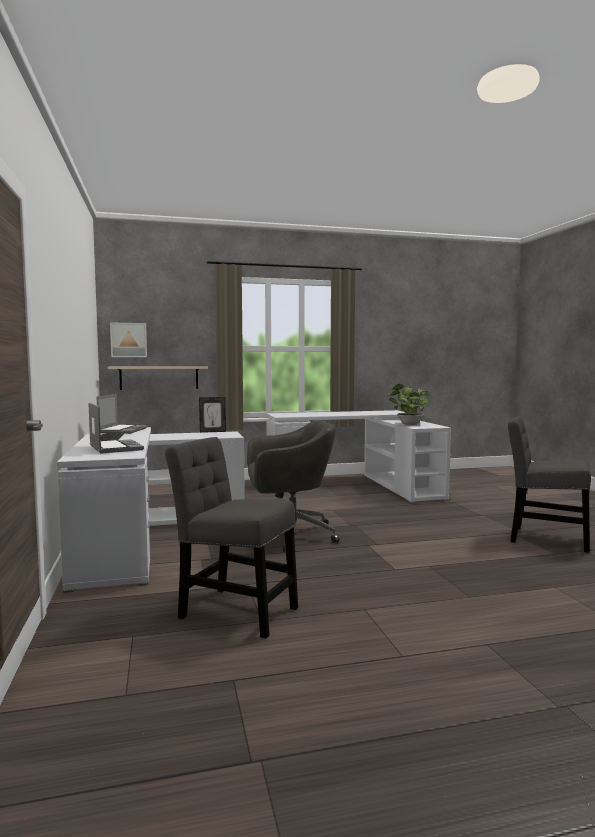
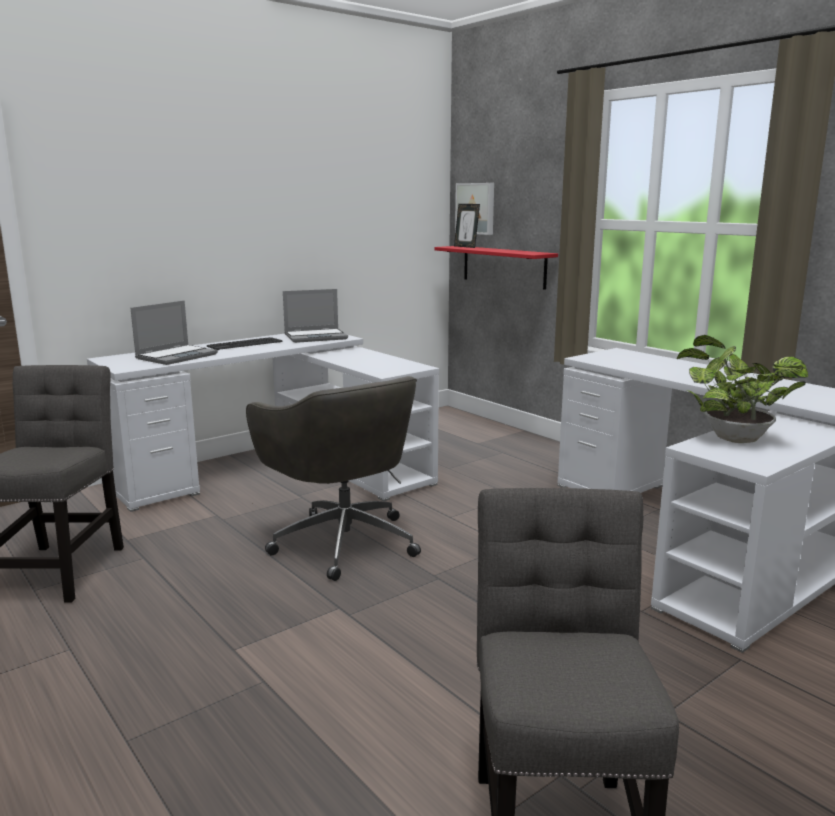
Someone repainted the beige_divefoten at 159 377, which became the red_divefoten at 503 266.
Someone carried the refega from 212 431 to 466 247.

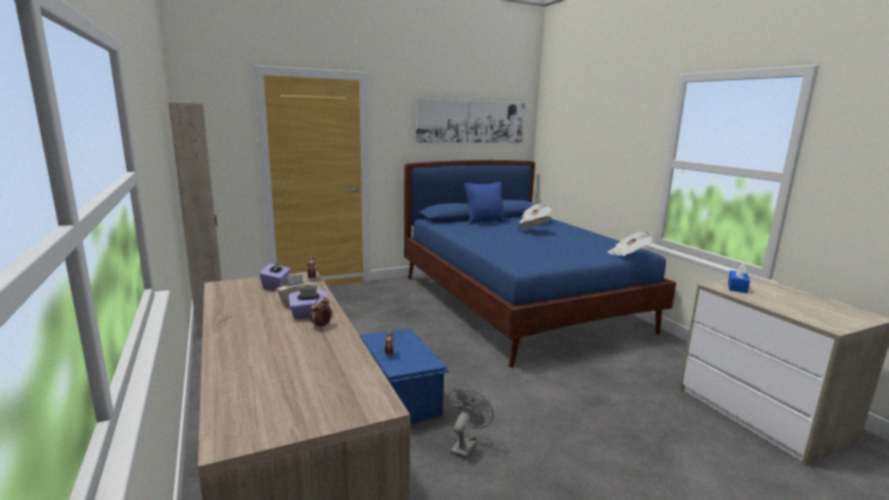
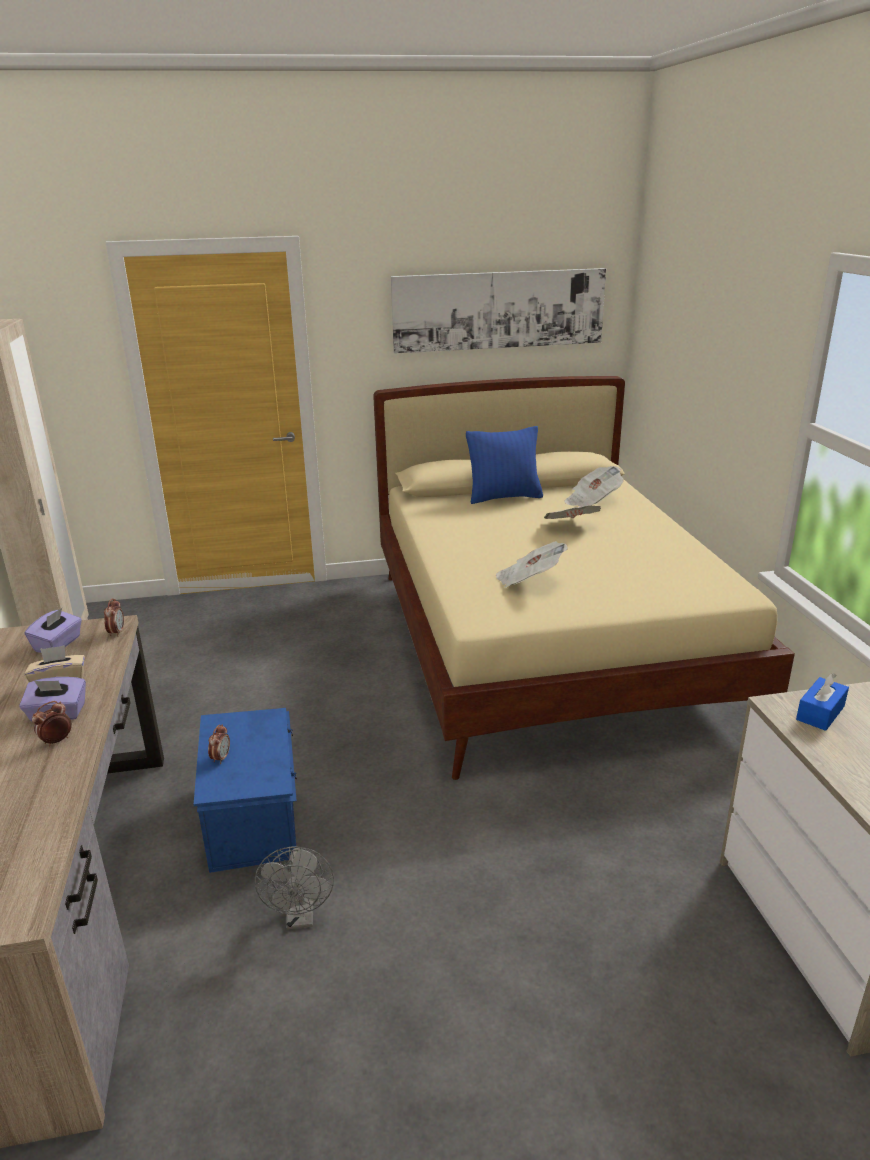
Someone rotated the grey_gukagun at 465 445 by 135 degrees clockwise.
Someone repainted the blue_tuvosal at 518 302, which became the beige_tuvosal at 545 644.
Someone carried the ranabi from 628 254 to 529 581.

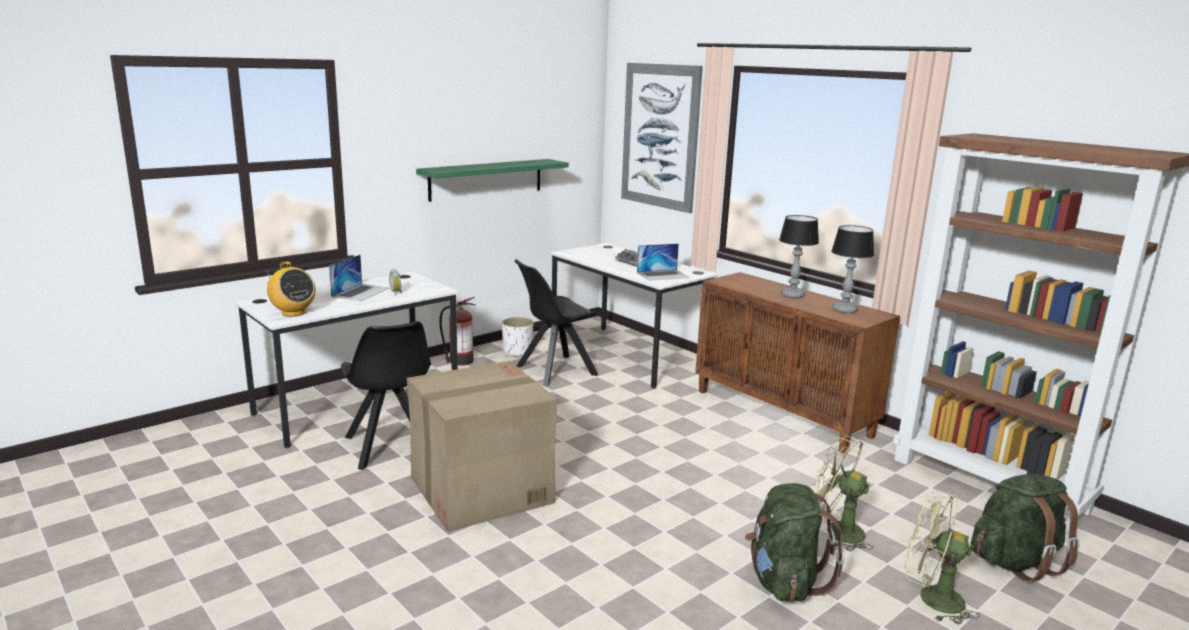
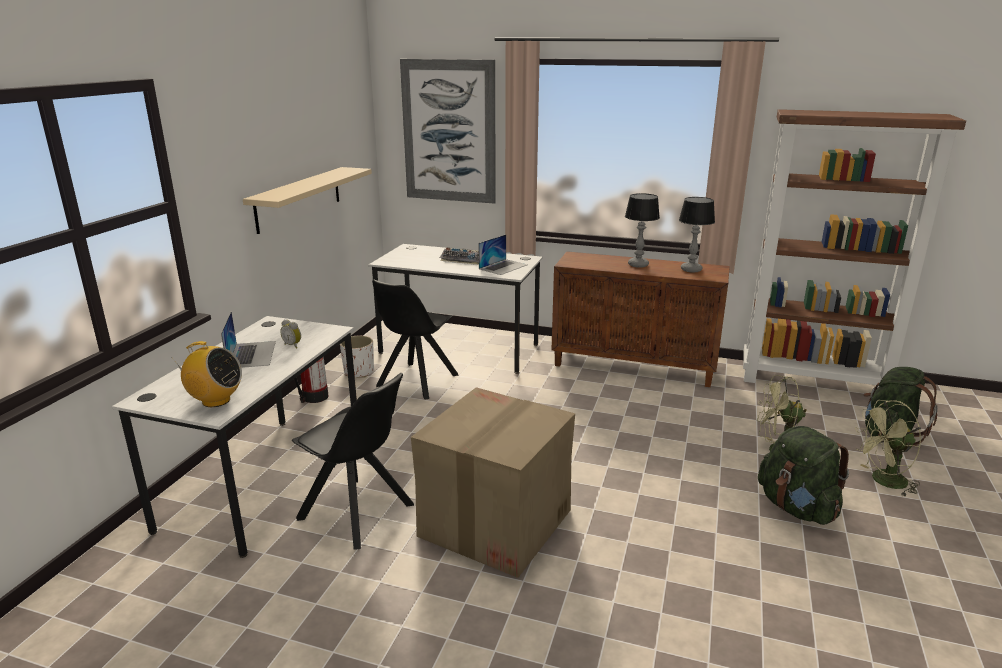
Someone repainted the green_divefoten at 486 179, which became the beige_divefoten at 299 198.

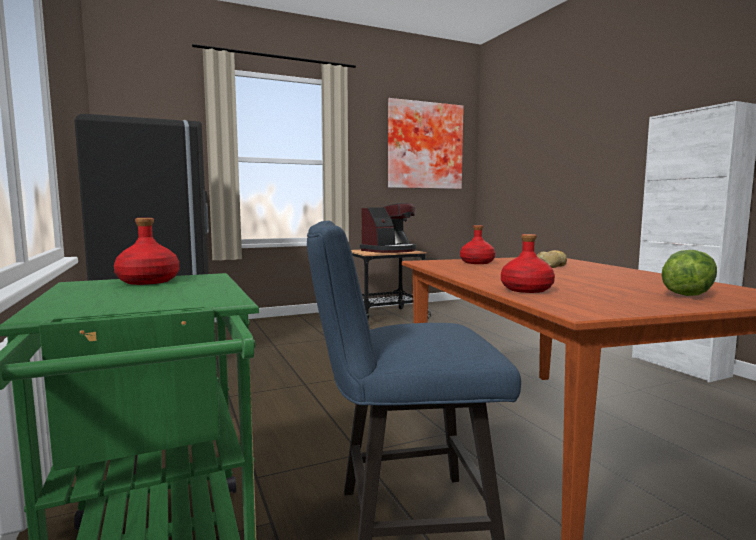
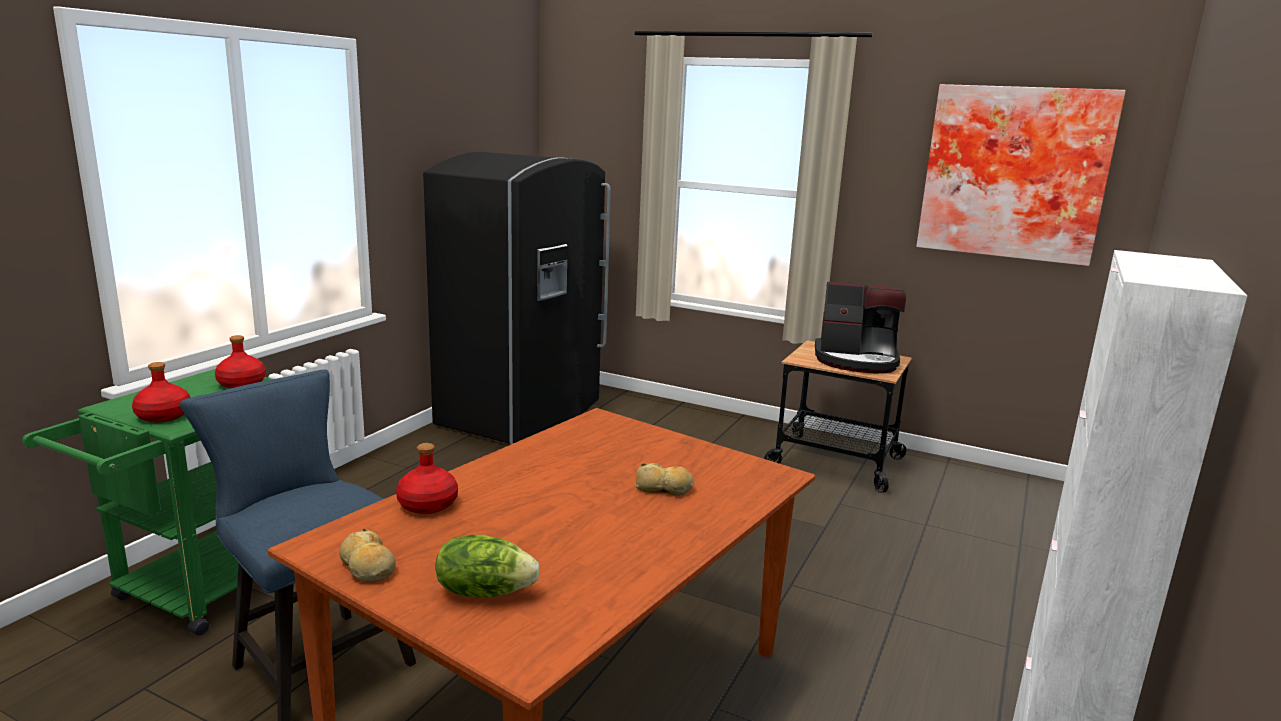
Someone carried the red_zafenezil from 477 262 to 163 416.
Someone put down the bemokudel at 367 567.

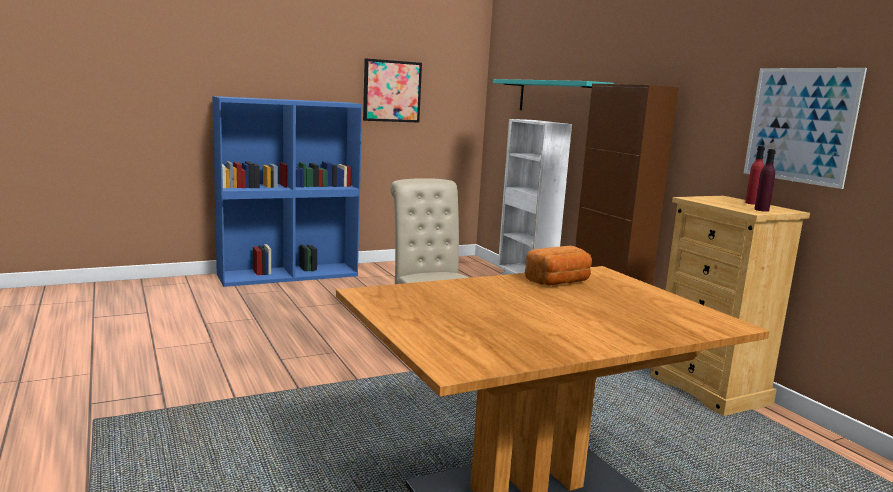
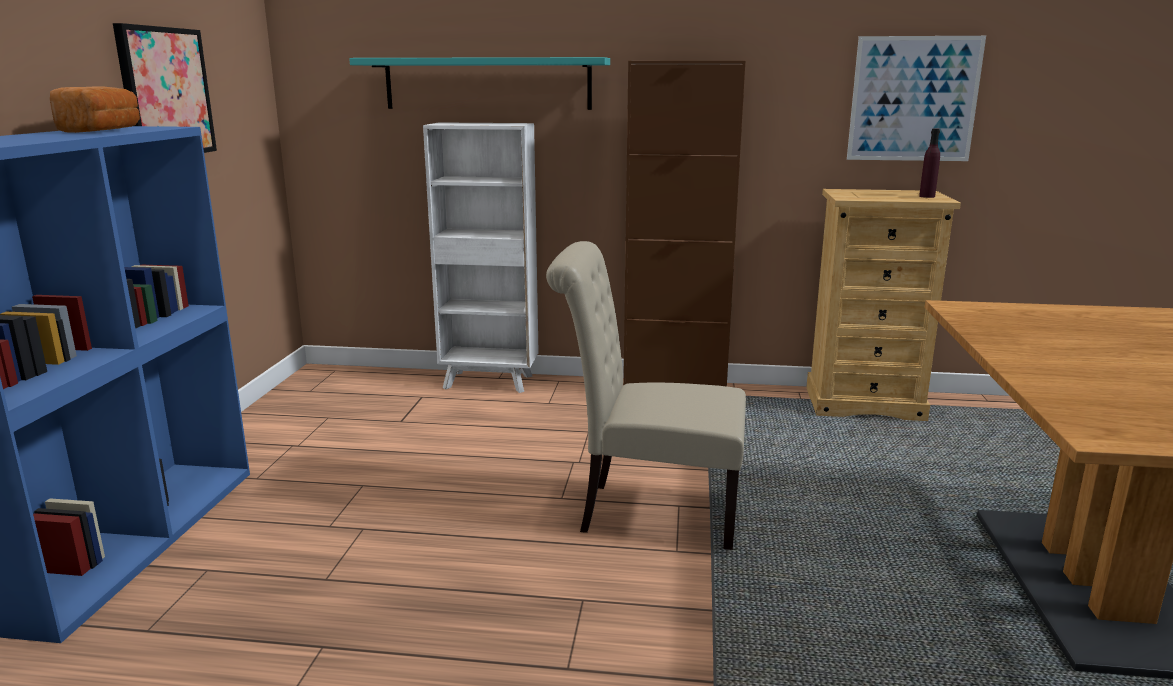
Someone carried the bemokudel from 559 282 to 103 130.
Someone took away the red_zafenezil at 752 203.

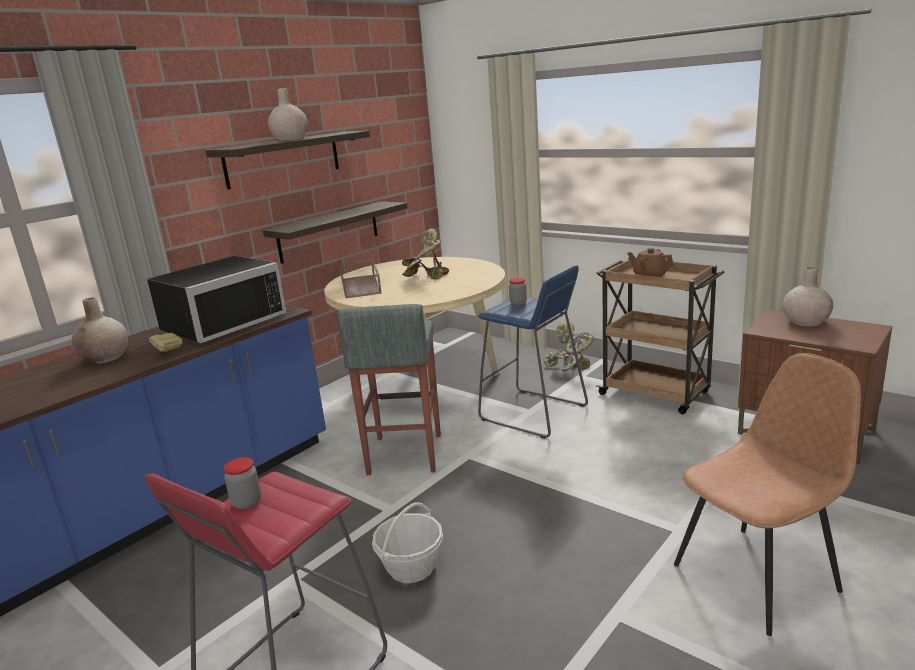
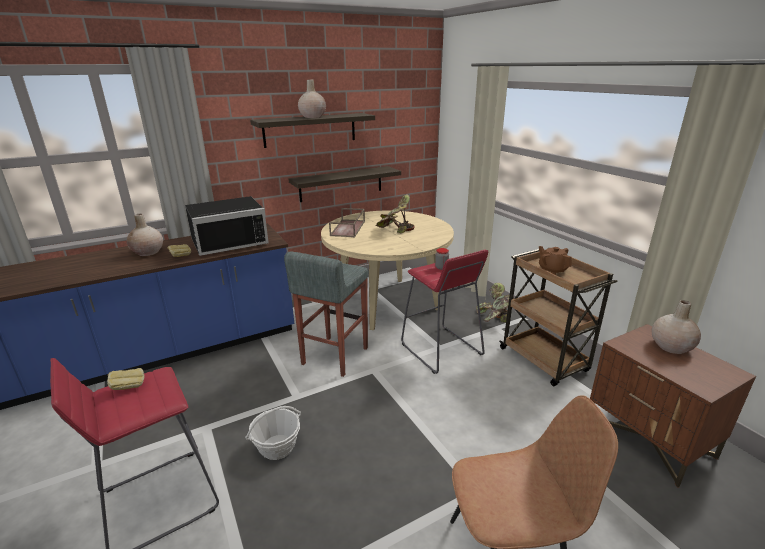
Someone swapped the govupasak at 246 502 for the bemokudel at 129 387.
Someone repainted the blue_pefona at 533 413, which became the red_pefona at 441 350.

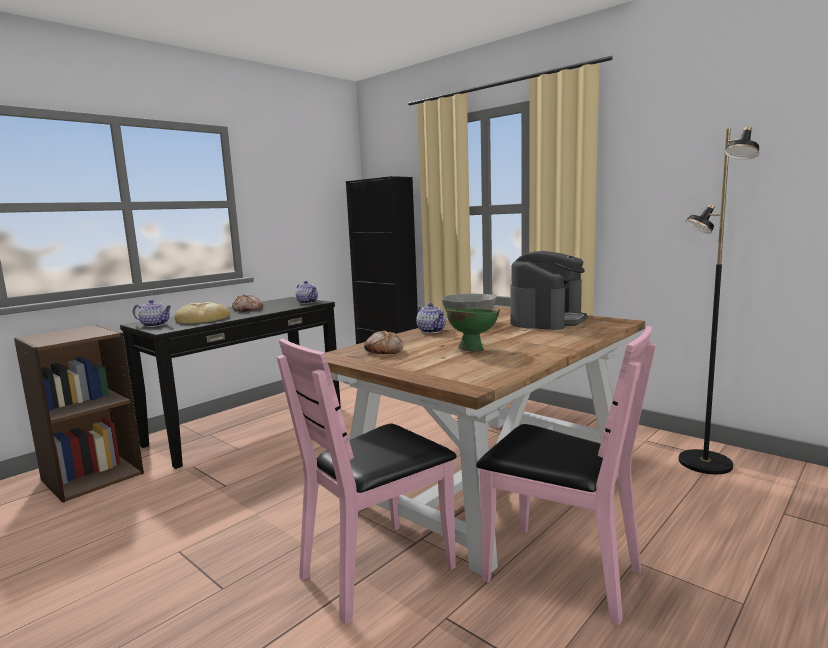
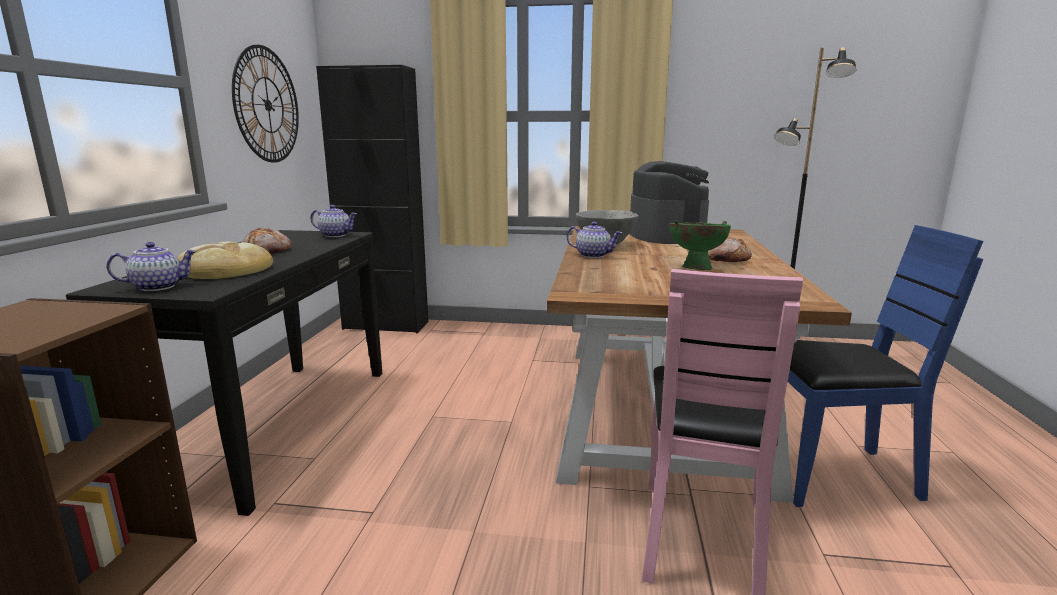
Someone put up the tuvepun at 267 105.
Someone carried the bemokudel from 384 351 to 725 260.
Someone repainted the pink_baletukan at 560 572, which became the blue_baletukan at 832 475.

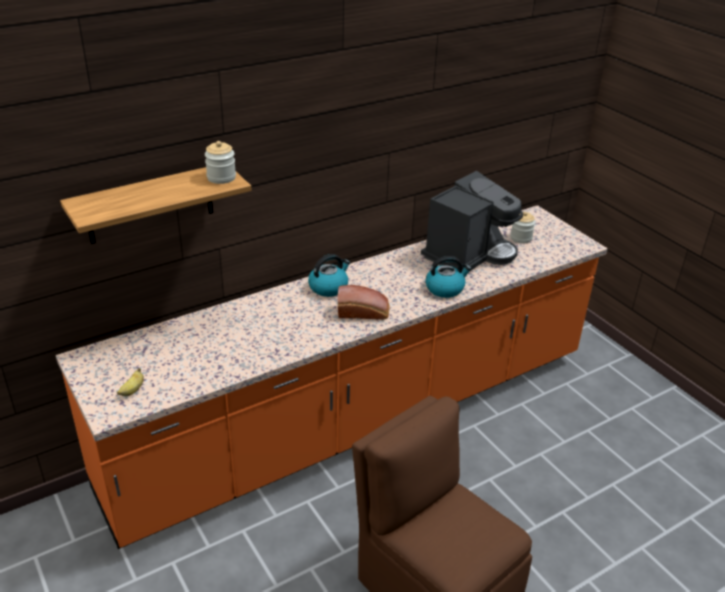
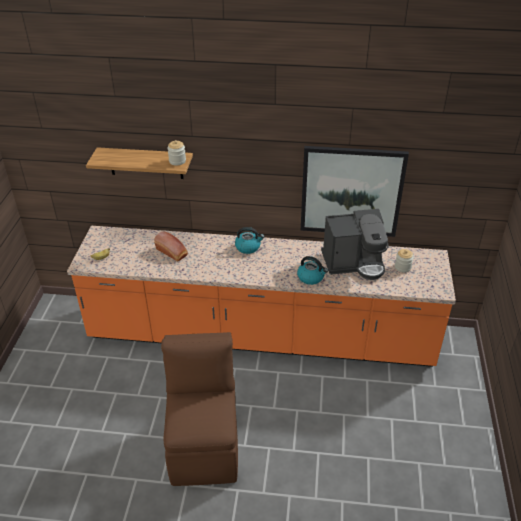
Someone carried the bemokudel from 364 312 to 172 252.
Someone put up the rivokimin at 351 191.

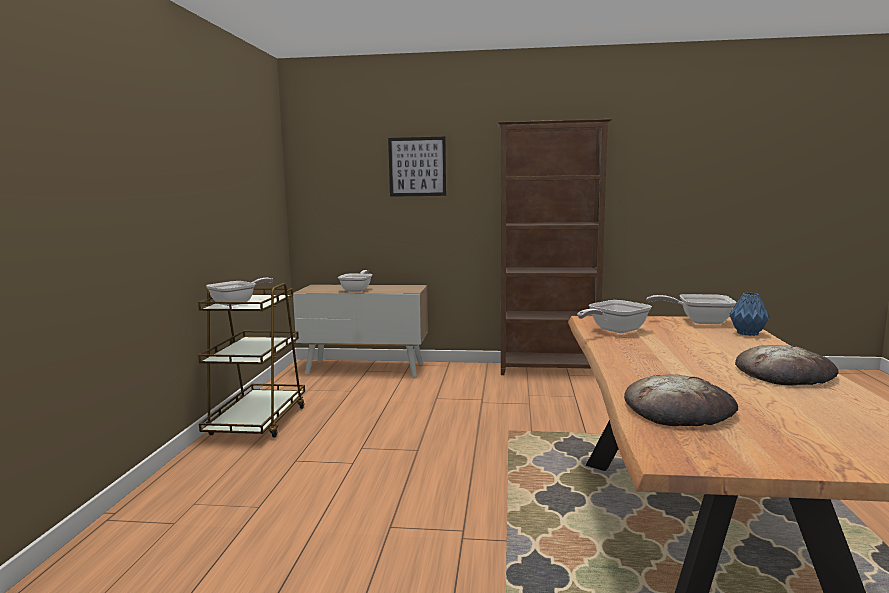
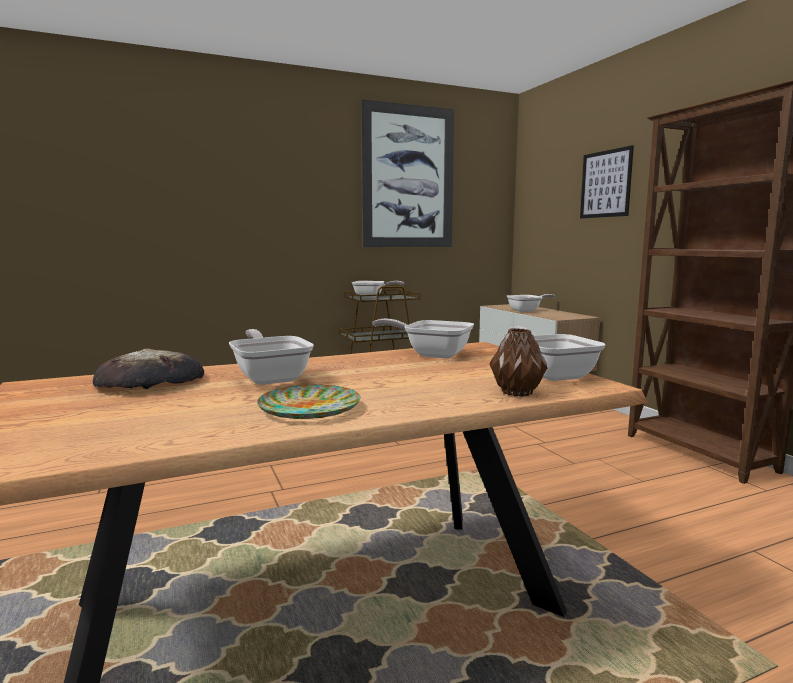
Someone put down the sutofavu at 270 377.
Someone swapped the bemokudel at 784 373 for the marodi at 310 409.
Someone put up the rivokimin at 408 177.
Someone repainted the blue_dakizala at 747 333, which became the brown_dakizala at 517 392.

